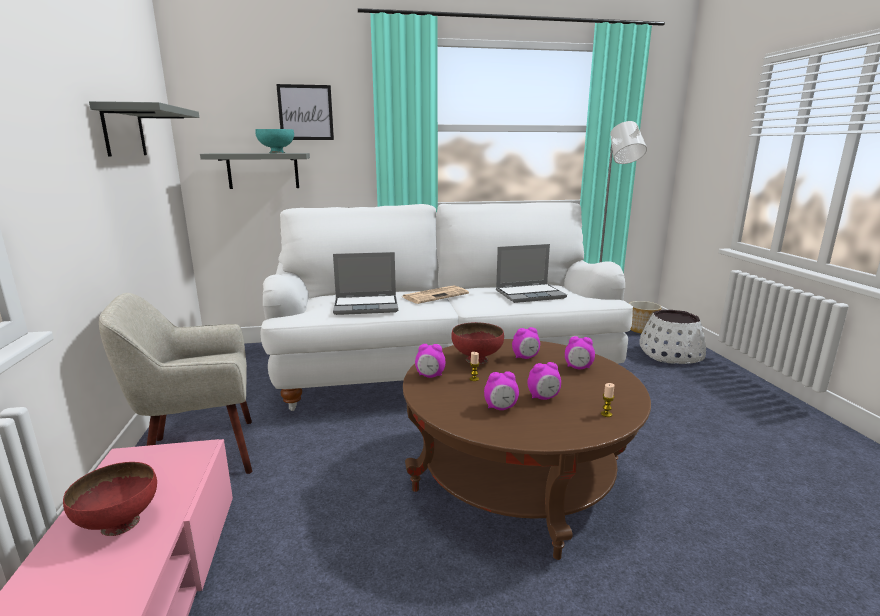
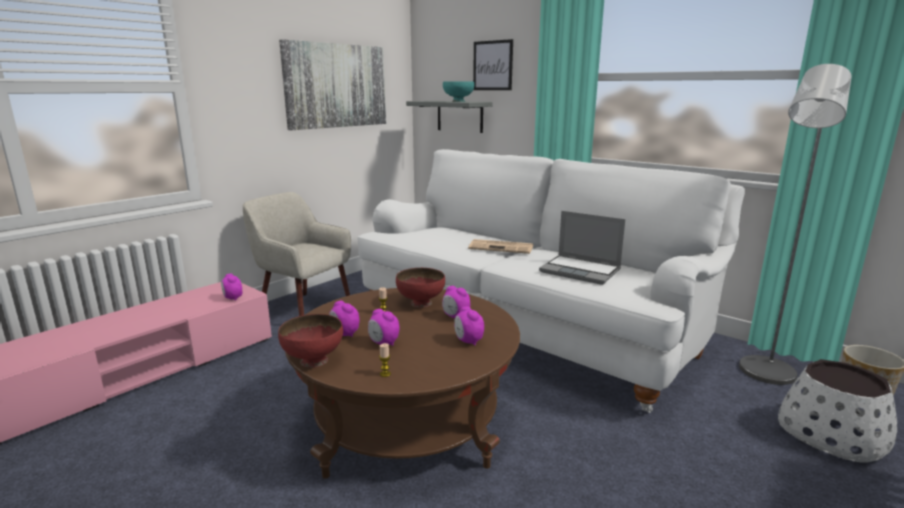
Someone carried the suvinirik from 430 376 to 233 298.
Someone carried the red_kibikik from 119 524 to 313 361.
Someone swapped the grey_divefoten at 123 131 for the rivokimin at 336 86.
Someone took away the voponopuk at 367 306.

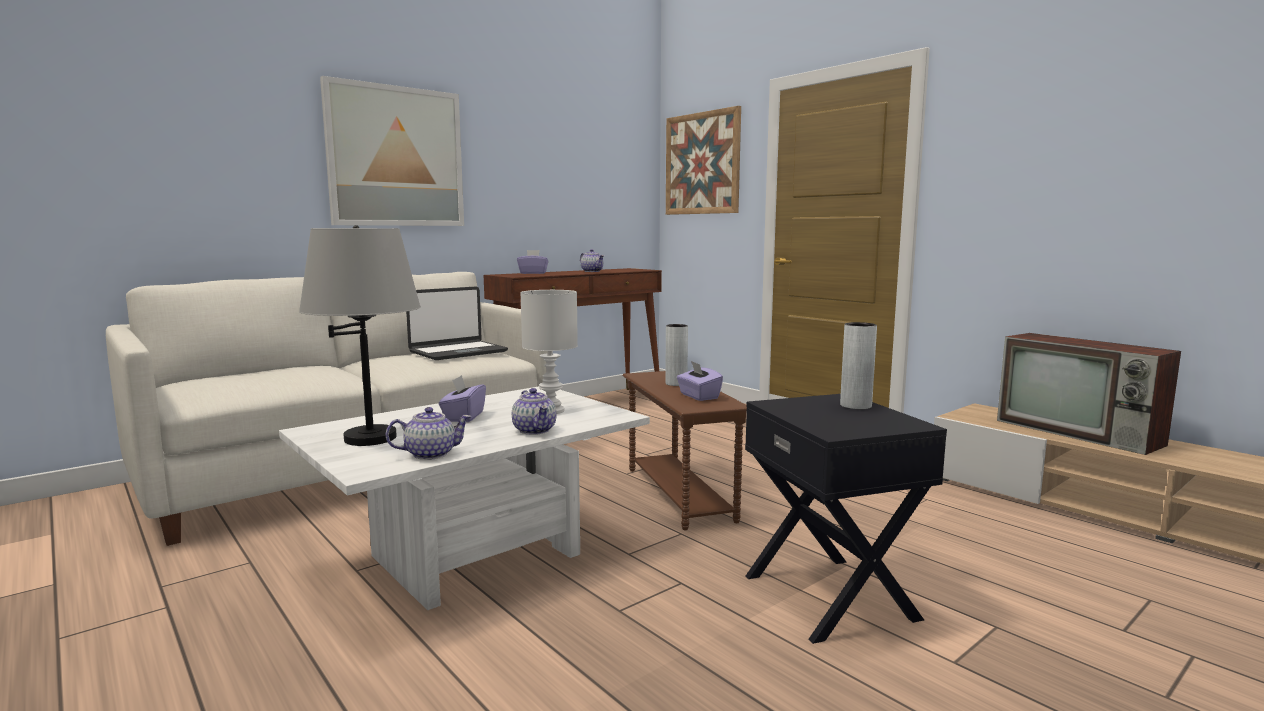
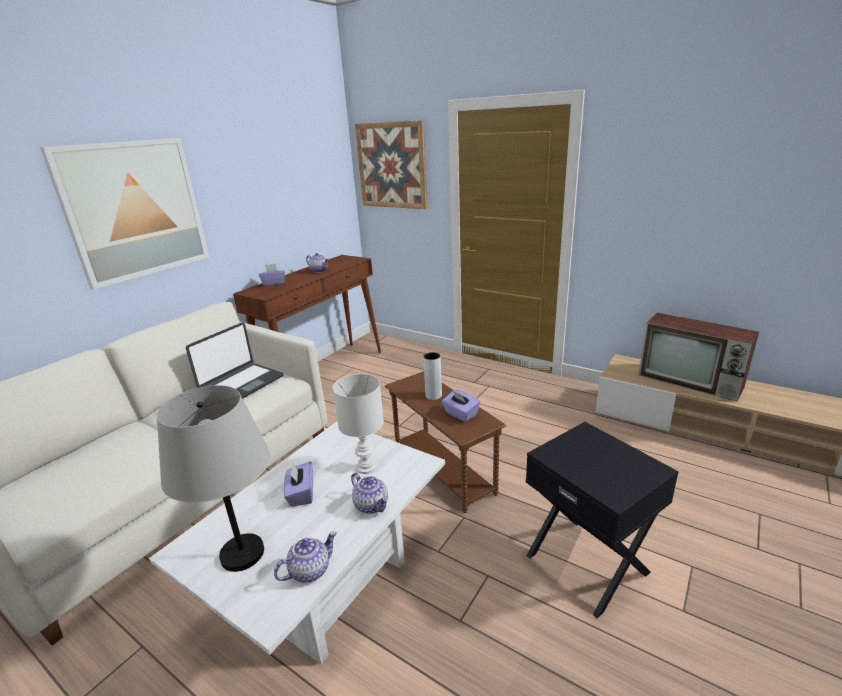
Someone took away the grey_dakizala at 855 406.

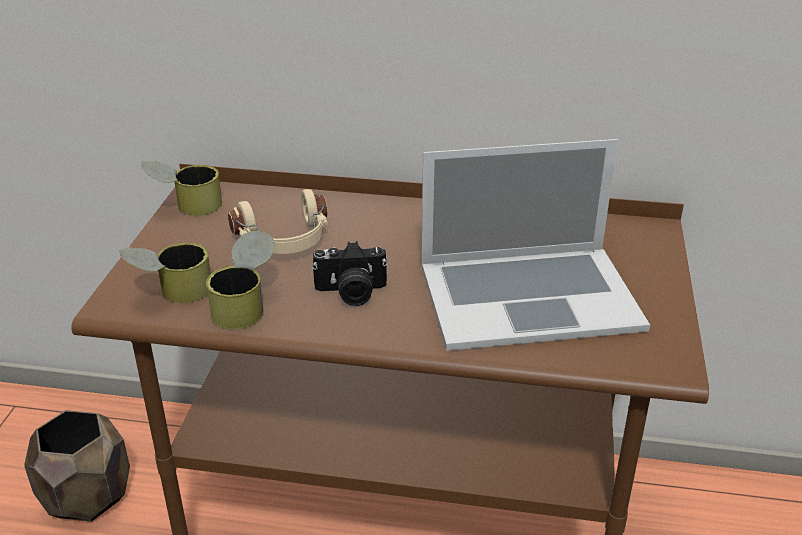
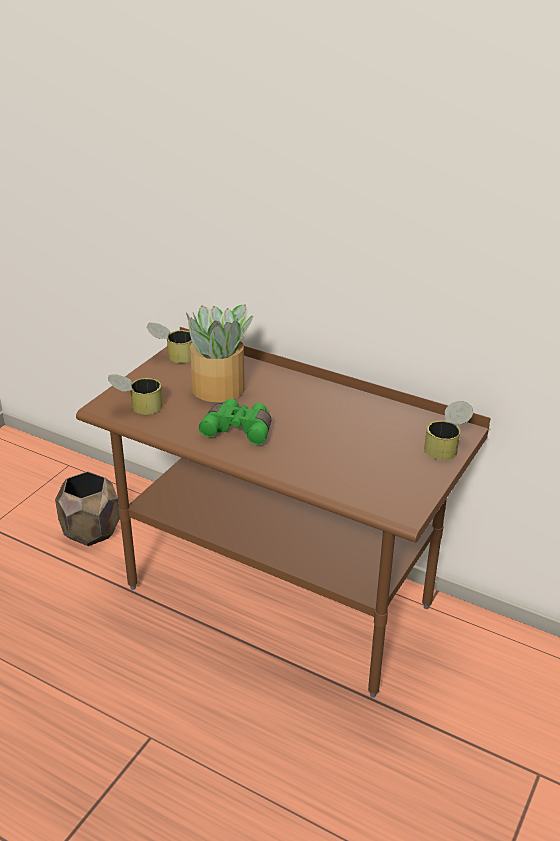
Someone swapped the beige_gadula at 285 241 for the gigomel at 219 389.
Someone swapped the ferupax at 351 293 for the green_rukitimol at 239 429.
Someone carried the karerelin from 246 304 to 446 446.
Someone took away the voponopuk at 528 296.

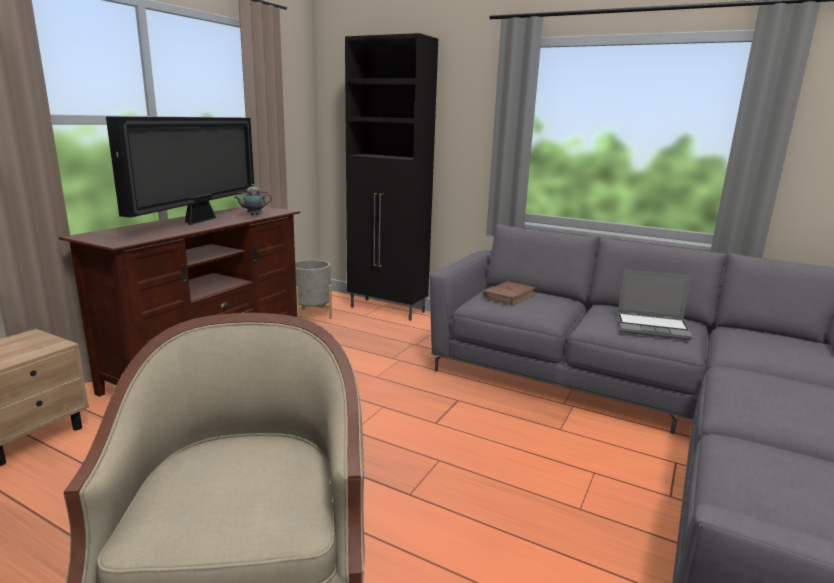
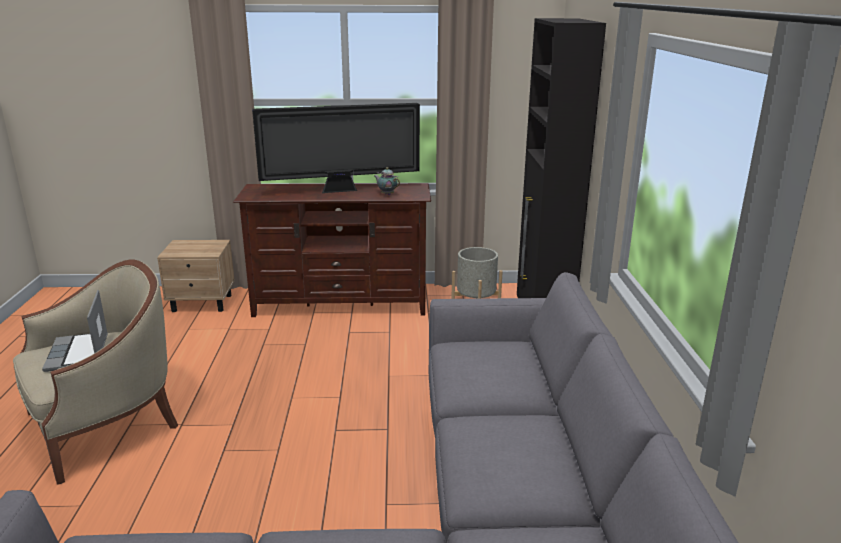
Someone carried the voponopuk from 653 327 to 78 353.
Someone took away the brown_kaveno at 509 296.

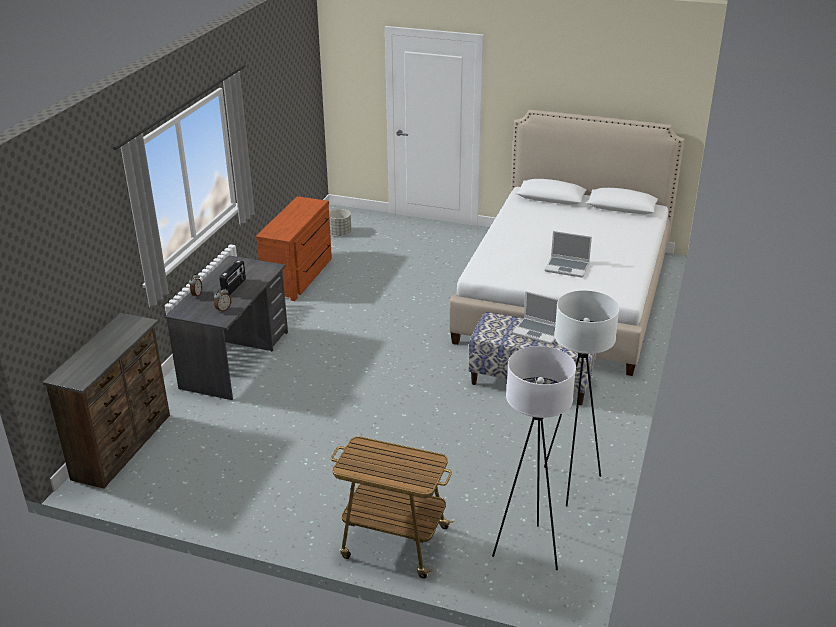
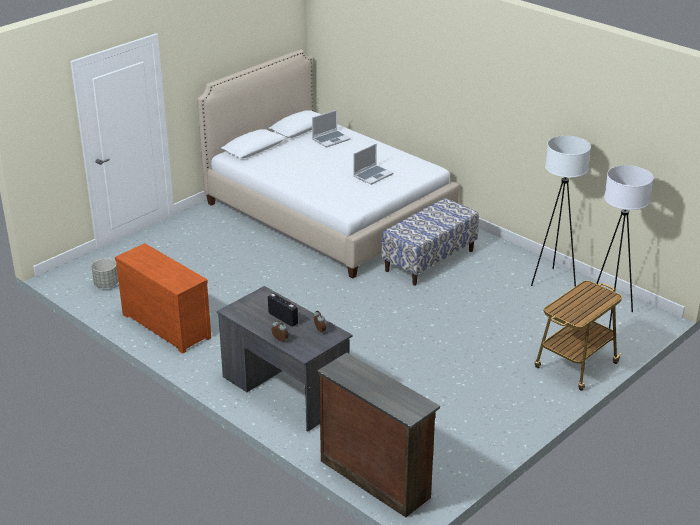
Someone carried the voponopuk from 538 331 to 331 139.

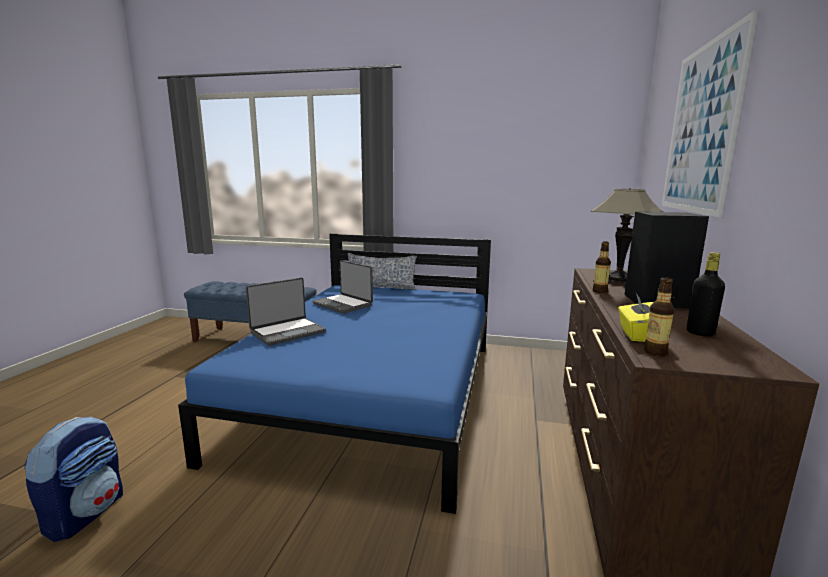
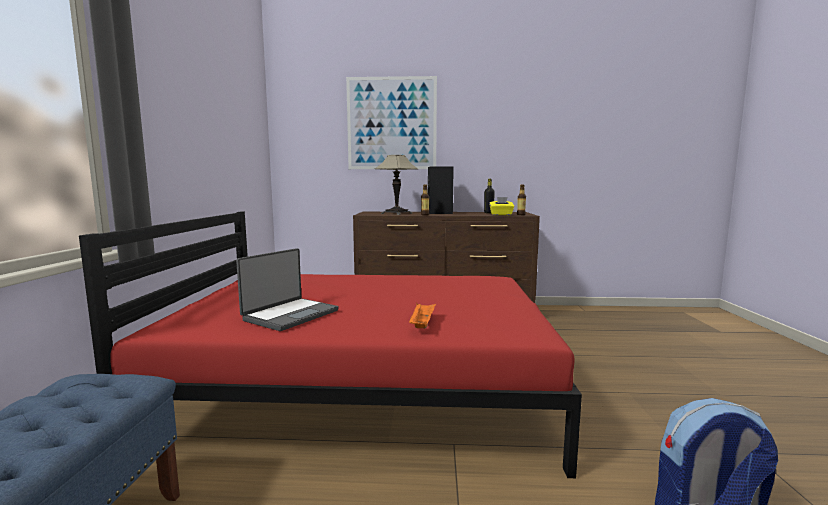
Someone repainted the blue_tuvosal at 374 394, which became the red_tuvosal at 363 389.
Someone swapped the voponopuk at 287 332 for the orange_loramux at 422 324.
Someone took away the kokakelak at 380 286.

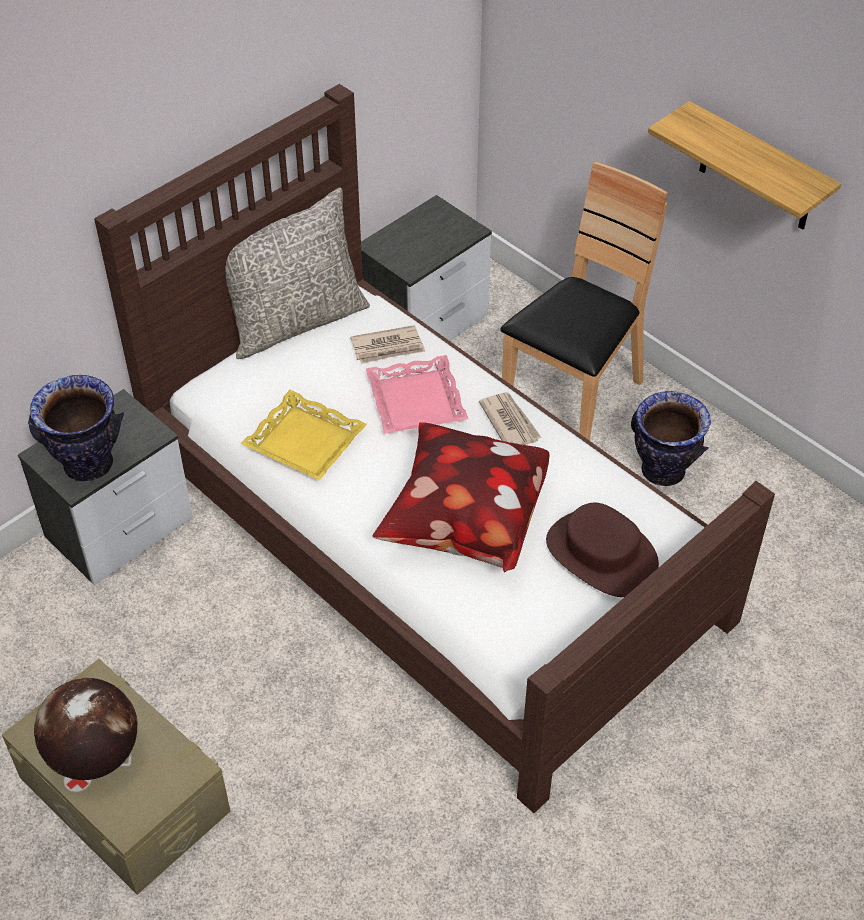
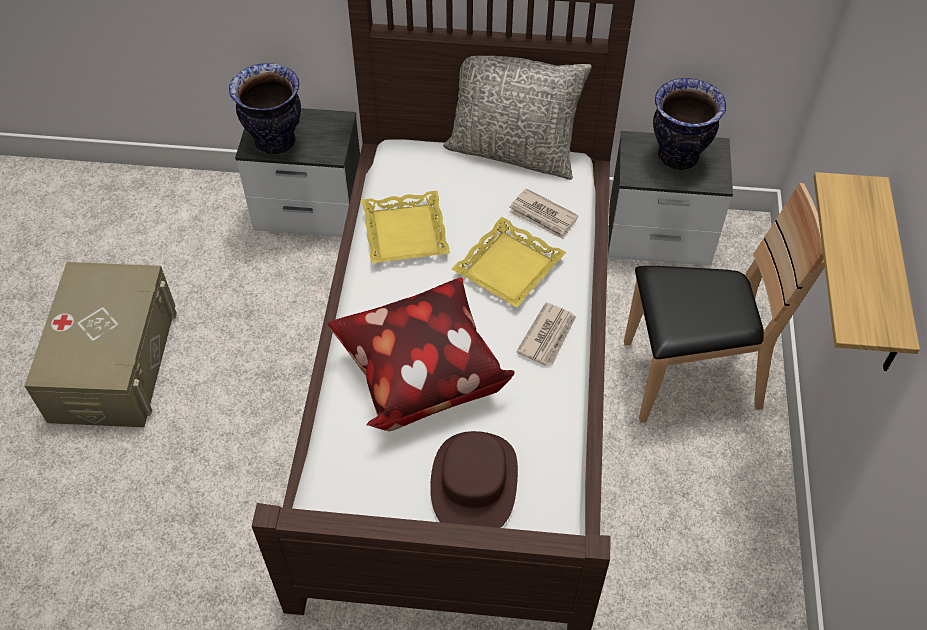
Someone repainted the pink_loramux at 417 401, which became the yellow_loramux at 509 268.
Someone carried the dakizala from 662 471 to 677 156.
Someone took away the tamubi at 94 754.

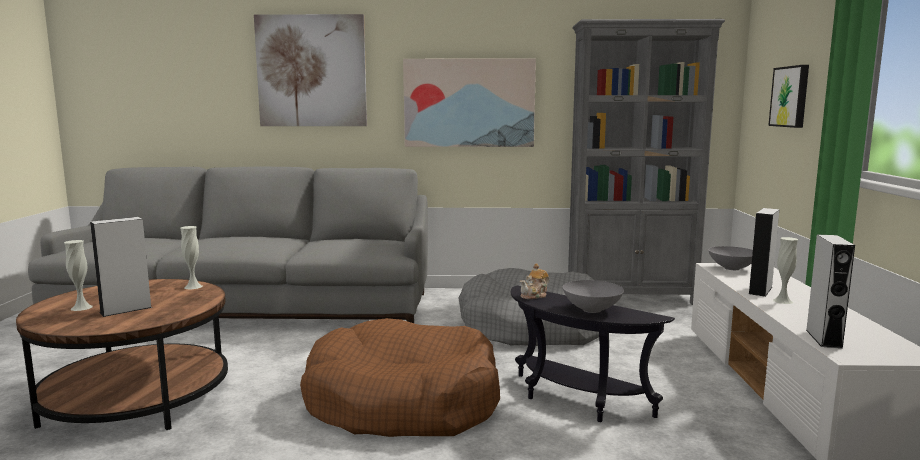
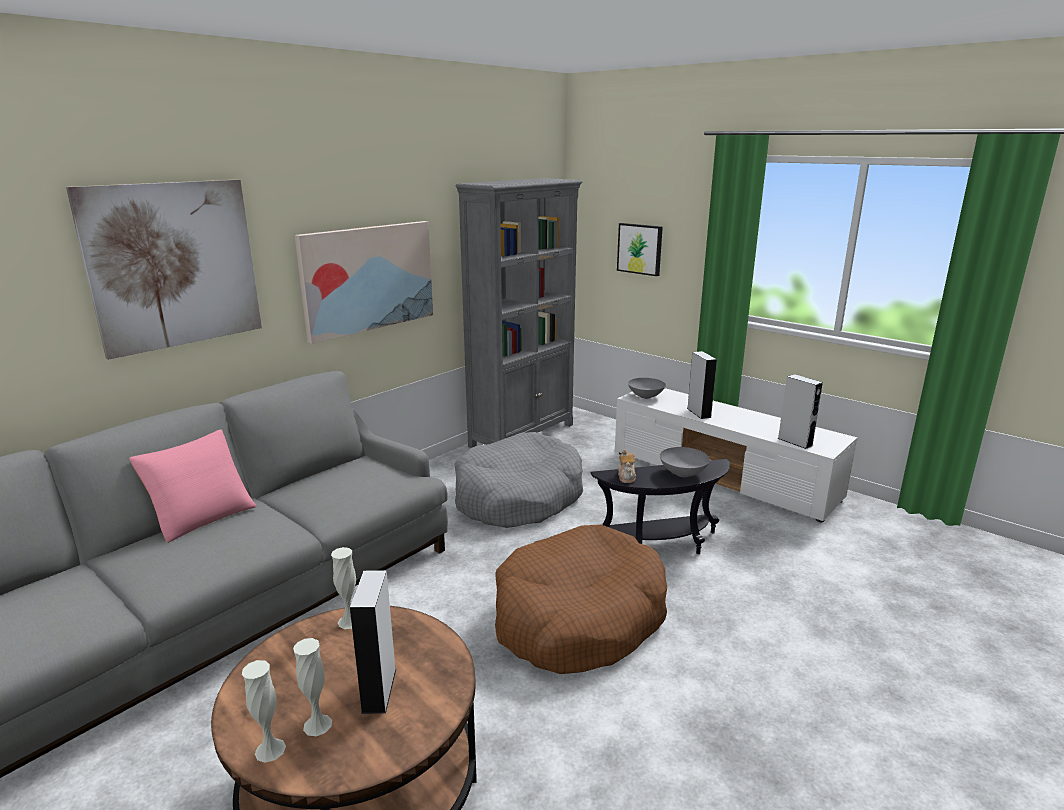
Someone put down the pink_kokakelak at 202 515.
Someone carried the white_dakizala from 782 301 to 270 750.

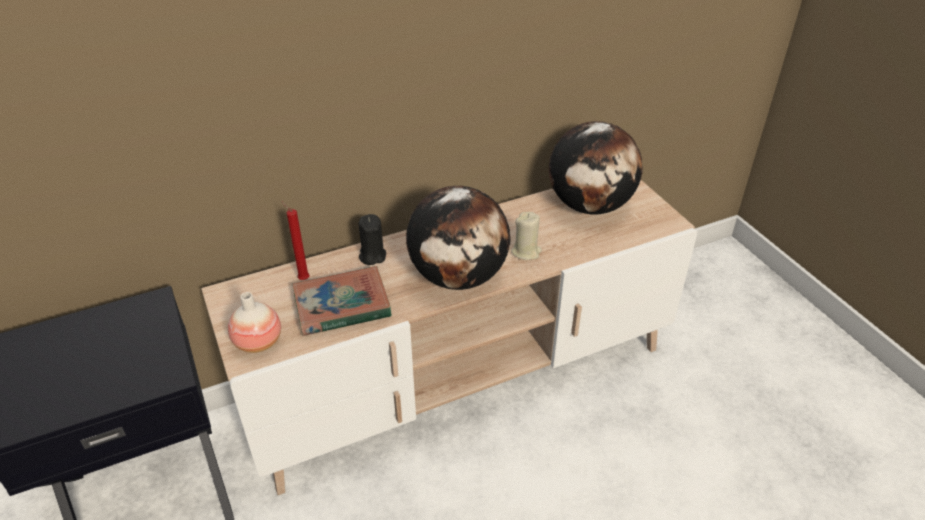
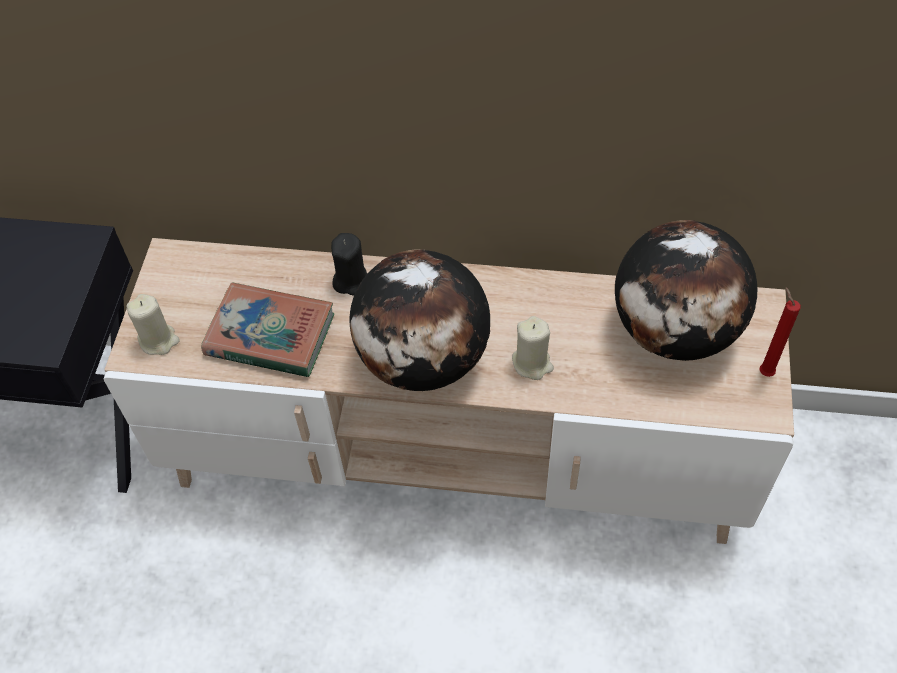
Someone swapped the dakizala at 258 343 for the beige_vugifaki at 158 340.
Someone carried the red_vugifaki from 302 279 to 764 371.

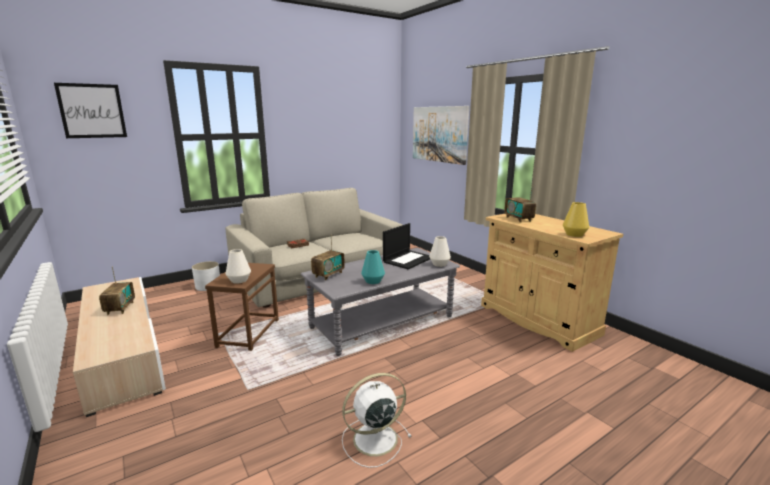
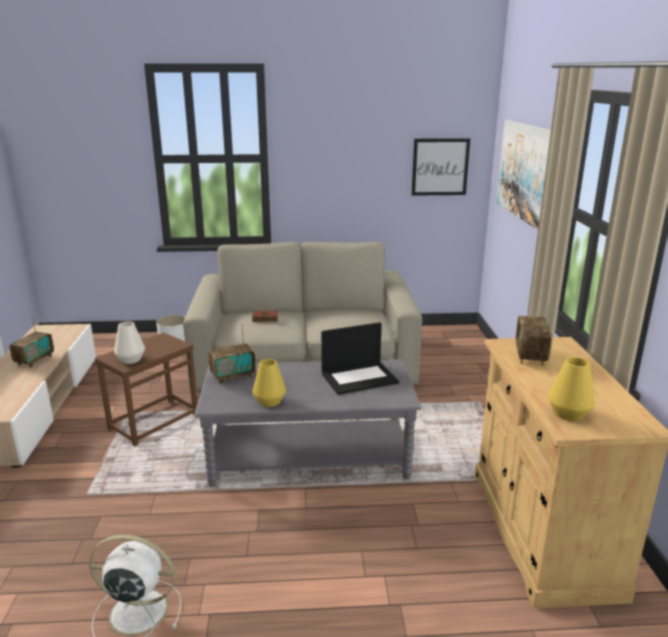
Someone repainted the turquoise_dakizala at 373 281, which became the yellow_dakizala at 269 401.
Someone carried the rivokimin from 92 111 to 440 167.
Someone took away the white_dakizala at 439 264.

